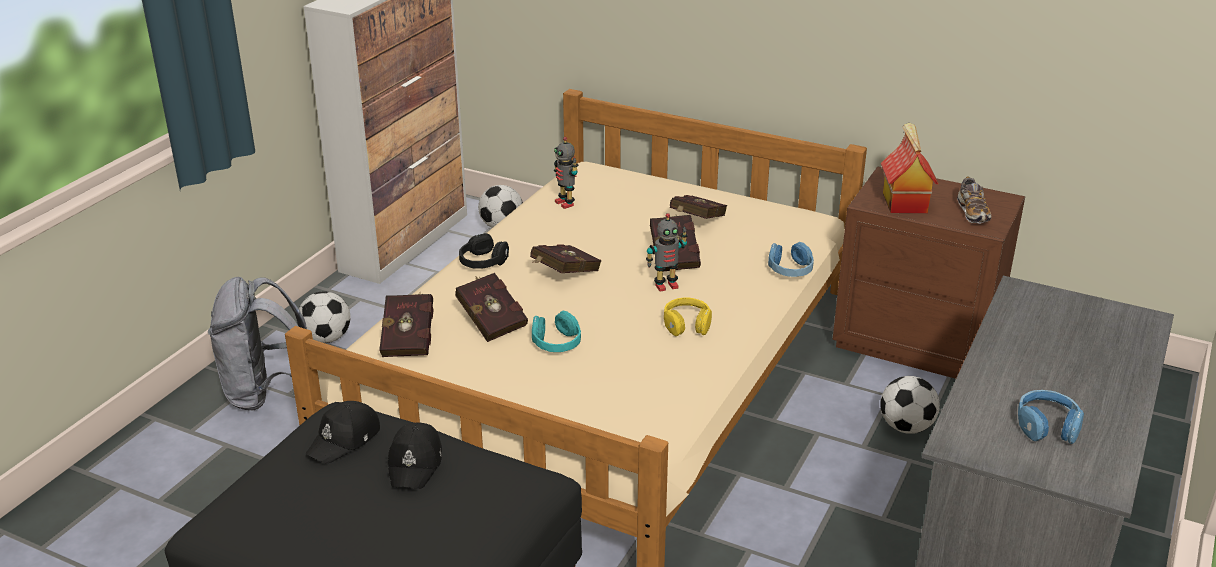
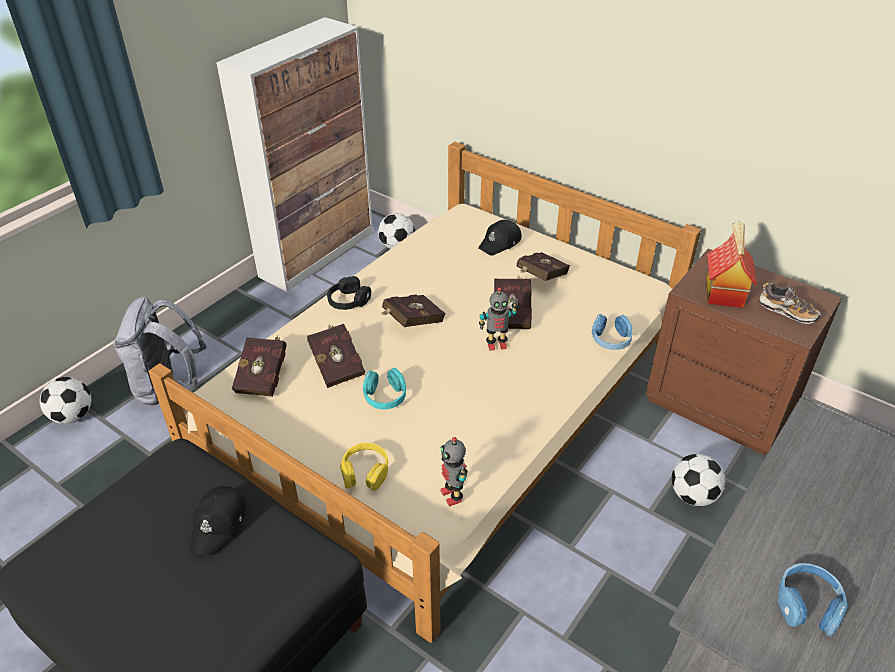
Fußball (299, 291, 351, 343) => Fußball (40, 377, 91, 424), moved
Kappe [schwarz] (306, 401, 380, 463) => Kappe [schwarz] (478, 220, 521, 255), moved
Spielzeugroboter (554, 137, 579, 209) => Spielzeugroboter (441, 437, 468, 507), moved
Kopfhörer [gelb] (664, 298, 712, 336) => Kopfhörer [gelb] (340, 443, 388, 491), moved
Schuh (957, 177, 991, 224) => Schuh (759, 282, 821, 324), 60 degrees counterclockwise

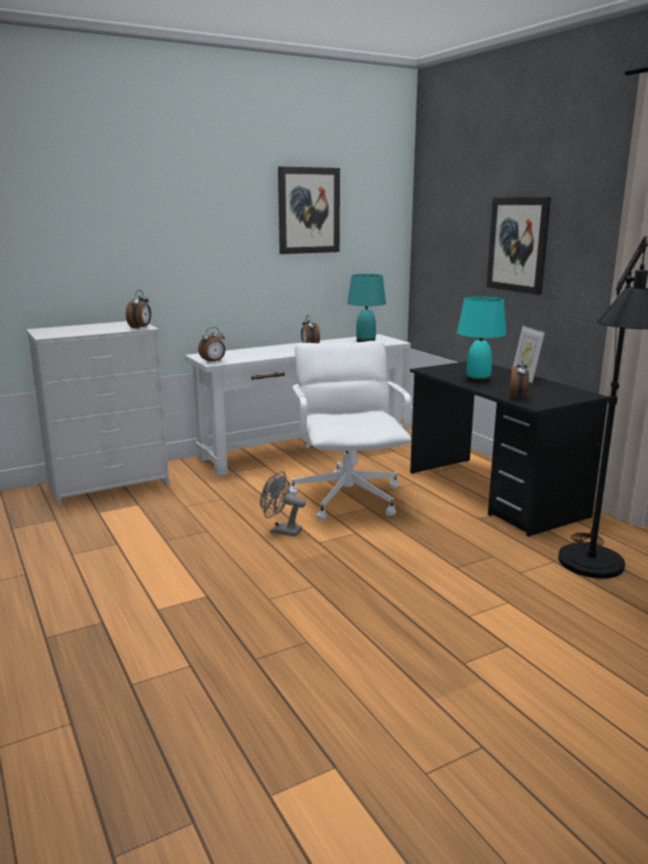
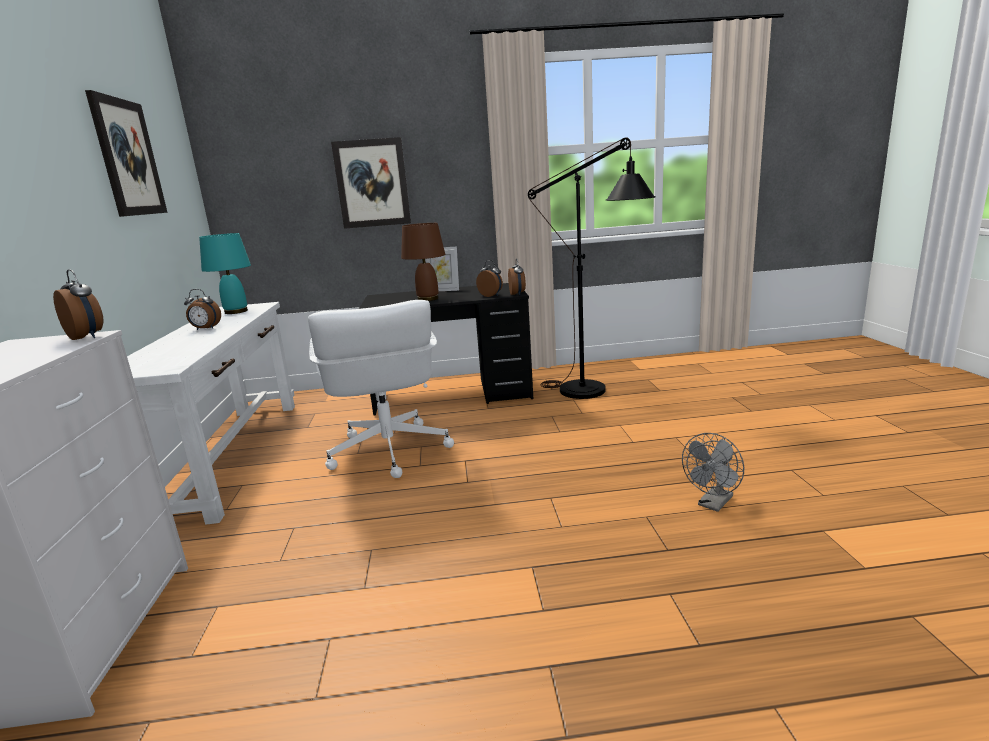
Wecker (198, 327, 225, 363) => Wecker (508, 258, 526, 295), moved
Ventilator [grau] (260, 471, 306, 537) => Ventilator [grau] (682, 433, 744, 512), moved
Tischlampe [türkis] (457, 297, 506, 383) => Tischlampe [braun] (401, 223, 445, 301)
Bürostuhl [weiß] (289, 341, 412, 521) => Bürostuhl [weiß] (308, 300, 454, 478), 120 degrees counterclockwise

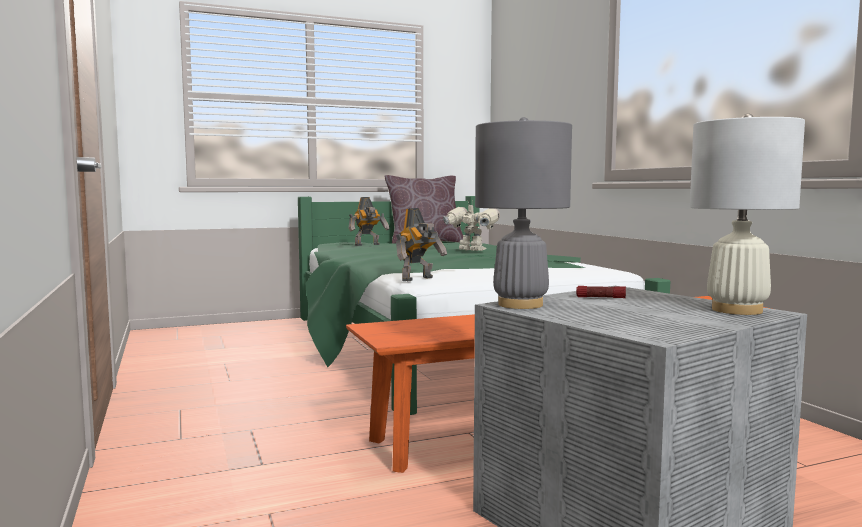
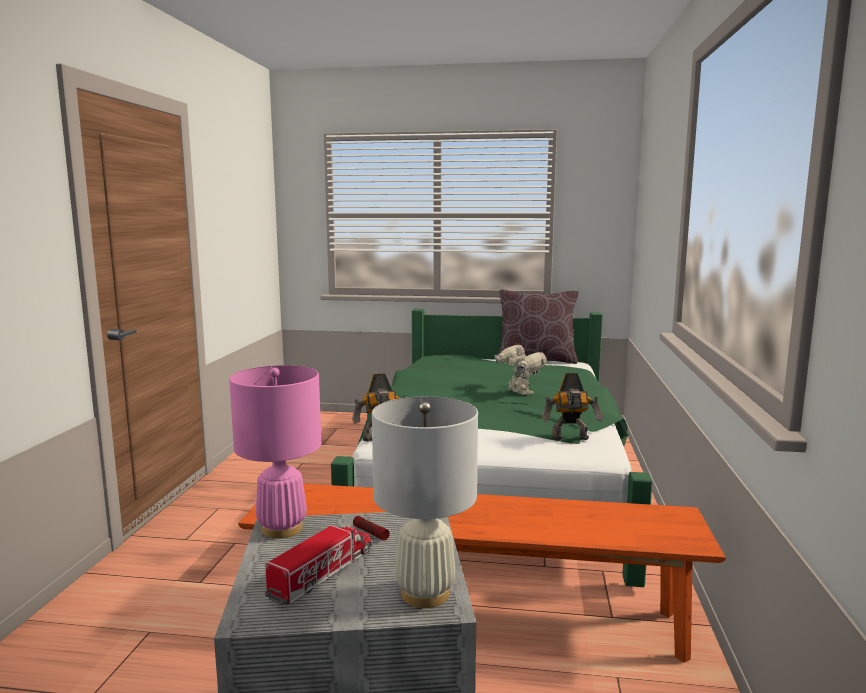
nothing => Spielzeuglaster (265, 525, 372, 605)
Spielzeugroboter (349, 197, 389, 246) => Spielzeugroboter (542, 373, 603, 440), moved
Tischlampe [grau] (475, 117, 572, 309) => Tischlampe [rosa] (229, 365, 321, 539)

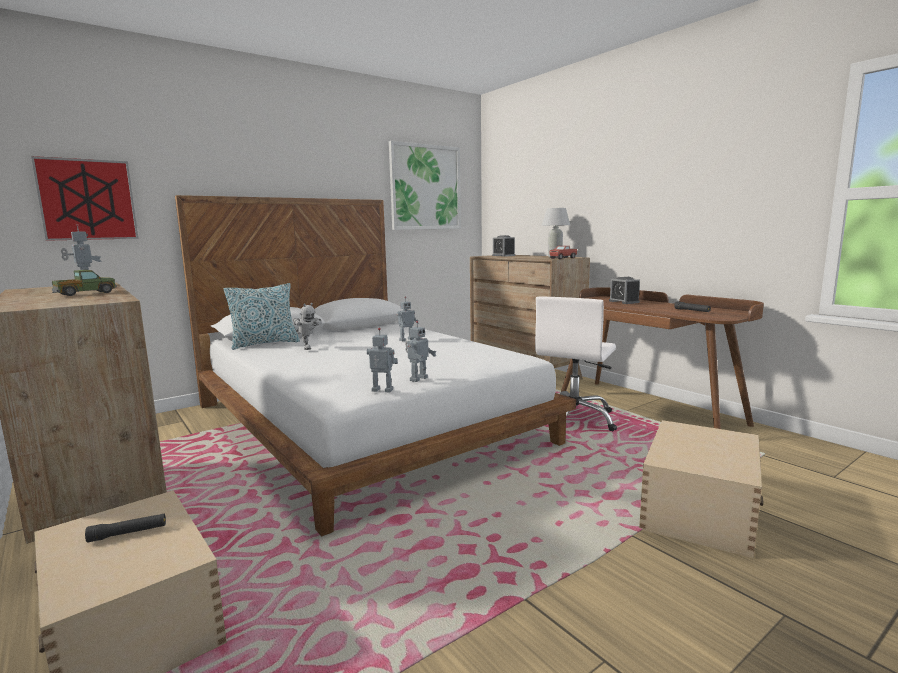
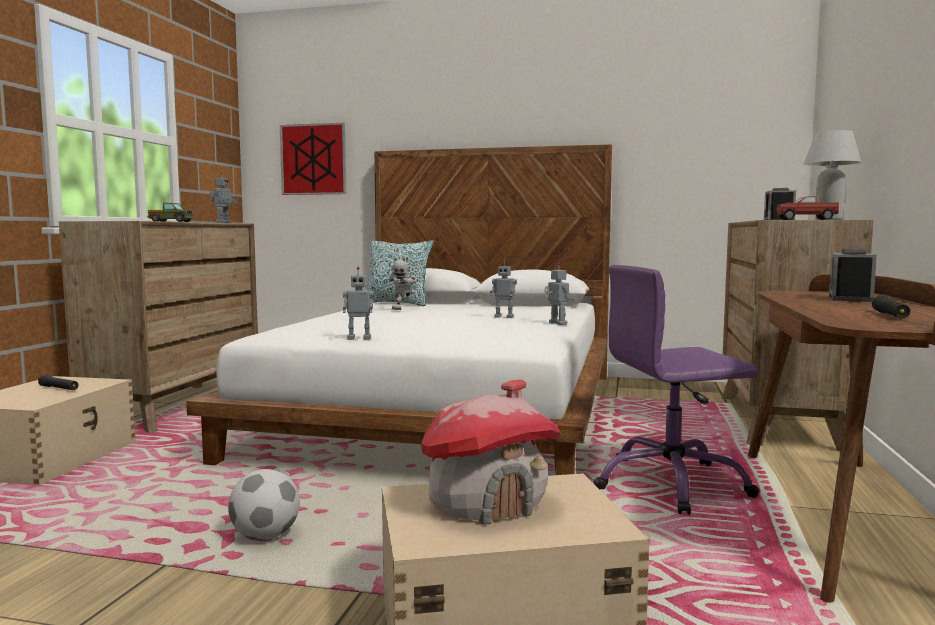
Bild (389, 141, 461, 230) => nothing
nothing => Fußball (228, 469, 300, 540)
nothing => Spielzeughaus (421, 379, 561, 525)
Spielzeugroboter (367, 328, 398, 392) => Spielzeugroboter (544, 263, 577, 325), moved
Bürostuhl [weiß] (535, 297, 617, 431) => Bürostuhl [lila] (594, 265, 759, 515)

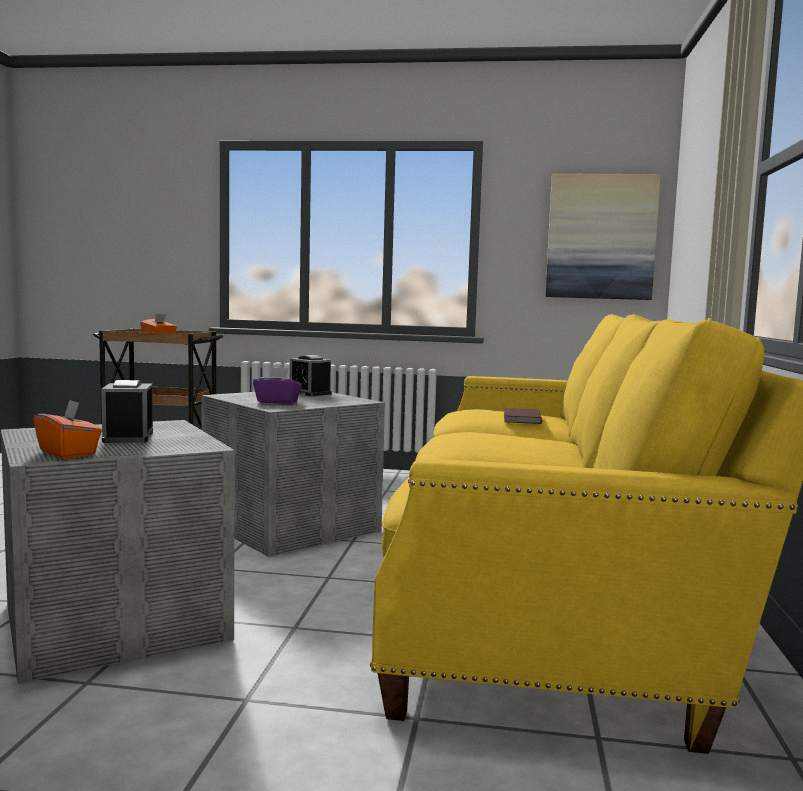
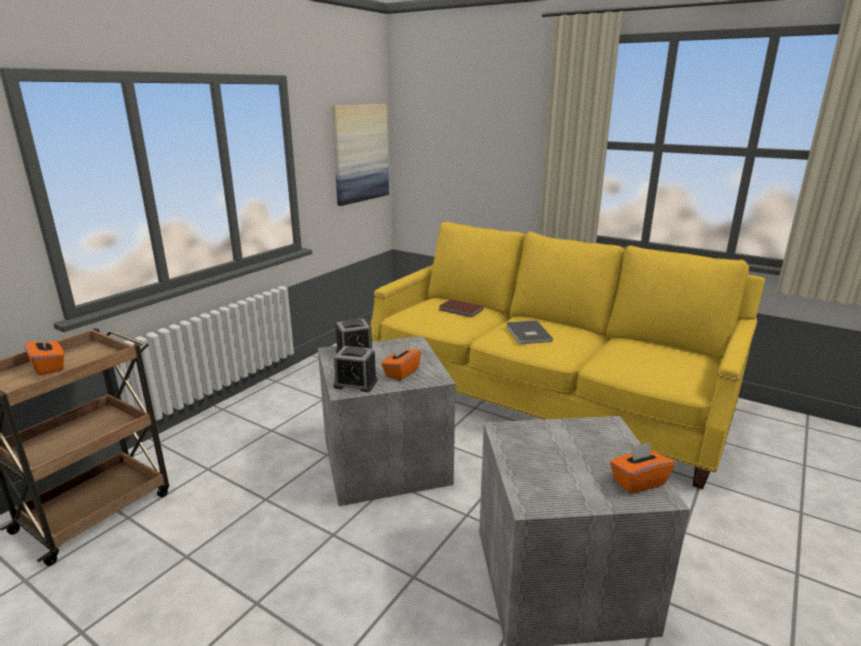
nothing => Buch [grau] (506, 320, 553, 344)
Wecker (101, 380, 153, 443) => Wecker (333, 346, 378, 392), moved
Taschentuchbox [lila] (253, 368, 302, 404) => Taschentuchbox [orange] (381, 342, 421, 381)

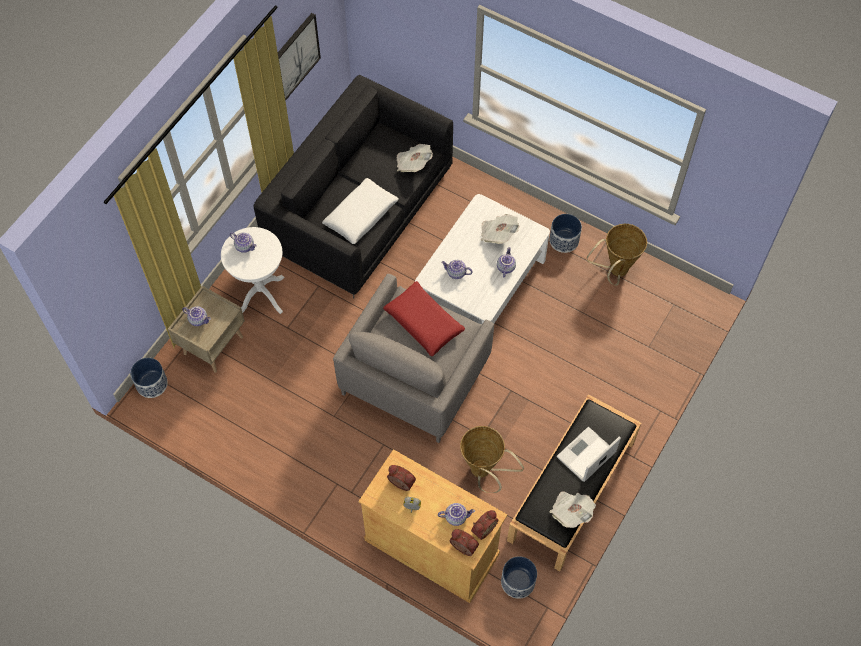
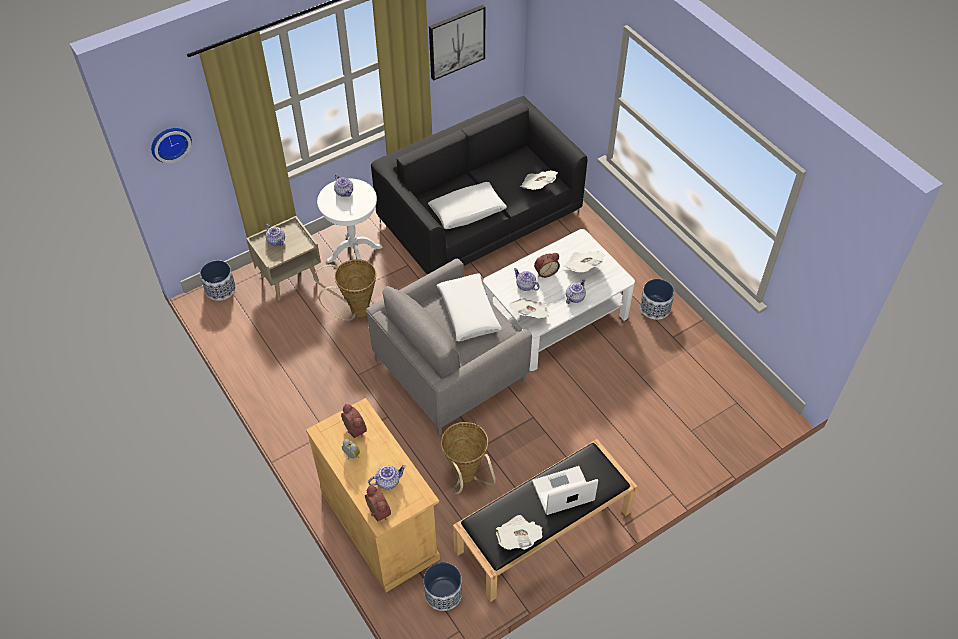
nothing => Wanduhr (151, 128, 192, 163)
nothing => Zeitung (509, 298, 549, 319)
Wecker (471, 510, 498, 540) => Wecker (534, 253, 560, 278), moved
Korb (587, 224, 647, 286) => Korb (313, 259, 376, 321), moved
Kissen [rot] (383, 281, 465, 356) => Kissen [weiß] (437, 274, 502, 341)
Teekanne (438, 503, 475, 526) => Teekanne (368, 465, 406, 490), 45 degrees counterclockwise

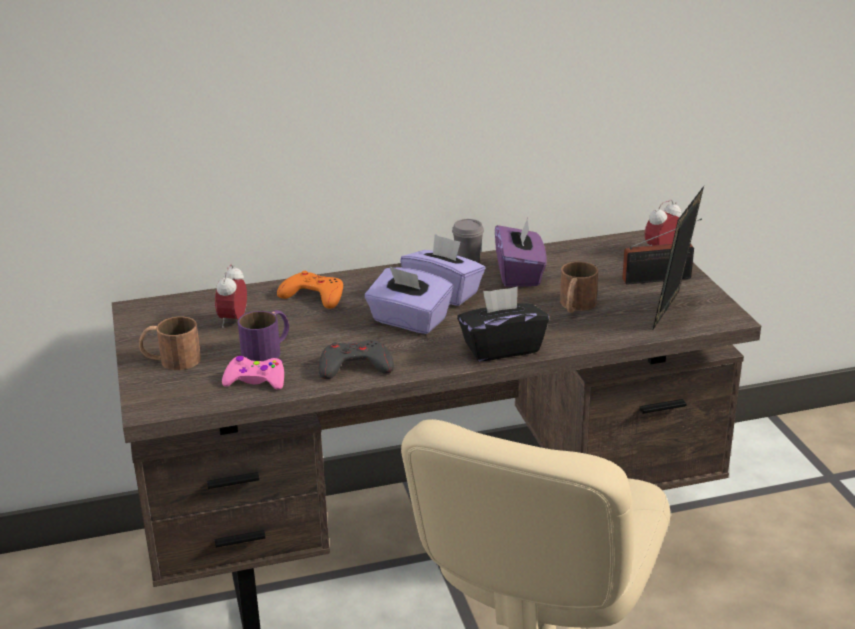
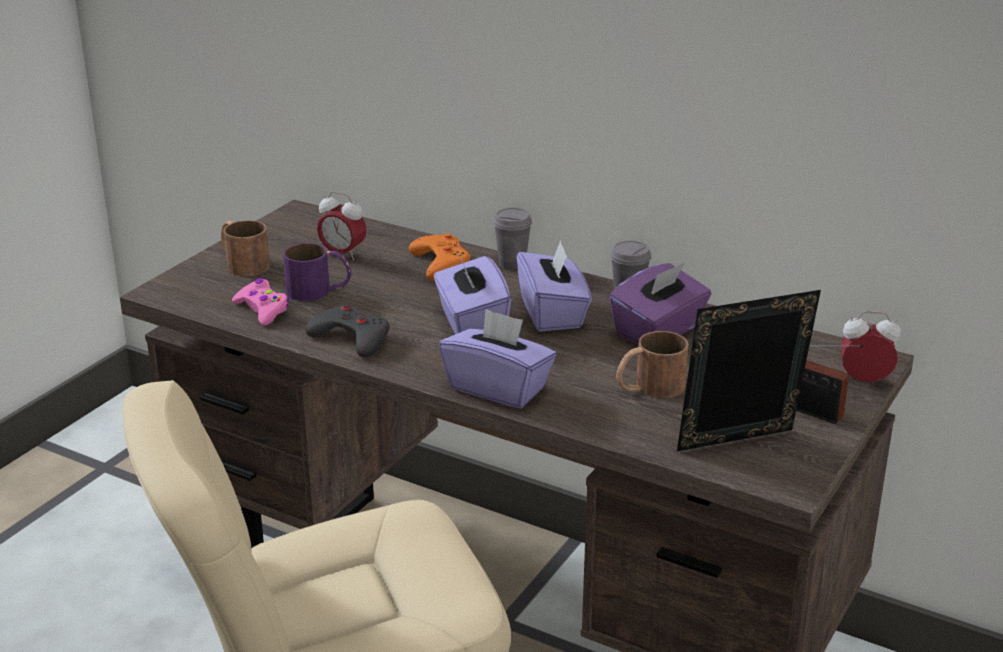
nothing => Tasse [grau] (493, 208, 532, 269)
Taschentuchbox [schwarz] (457, 287, 549, 362) => Taschentuchbox [lila] (439, 309, 556, 408)
Wecker (215, 264, 247, 328) => Wecker (317, 192, 367, 261), 120 degrees counterclockwise

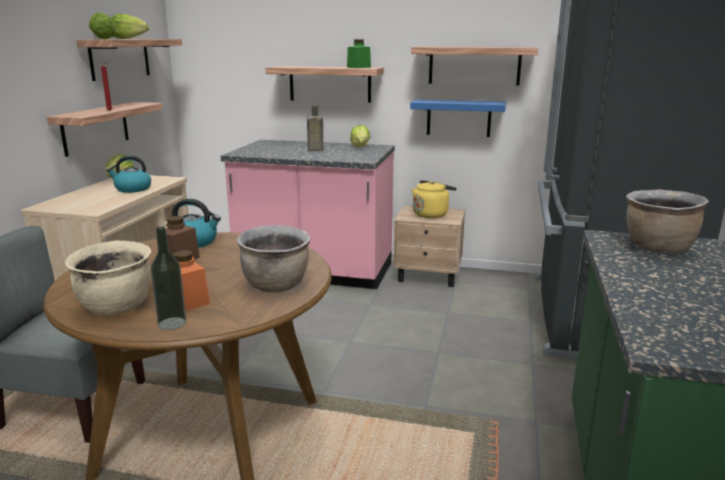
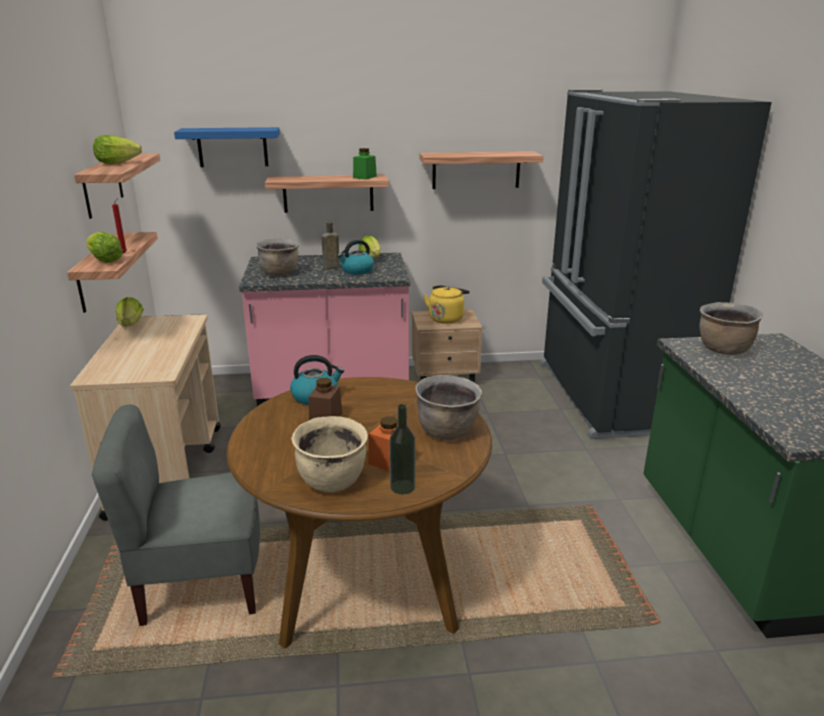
nothing => Kochtopf [braun] (256, 238, 299, 276)
Salatkopf (89, 12, 116, 39) => Salatkopf (86, 232, 123, 263), moved
Wasserkessel (107, 156, 151, 193) => Wasserkessel (337, 240, 374, 275), moved
Wandregal [blau] (410, 99, 506, 137) => Wandregal [blau] (174, 127, 280, 167), moved

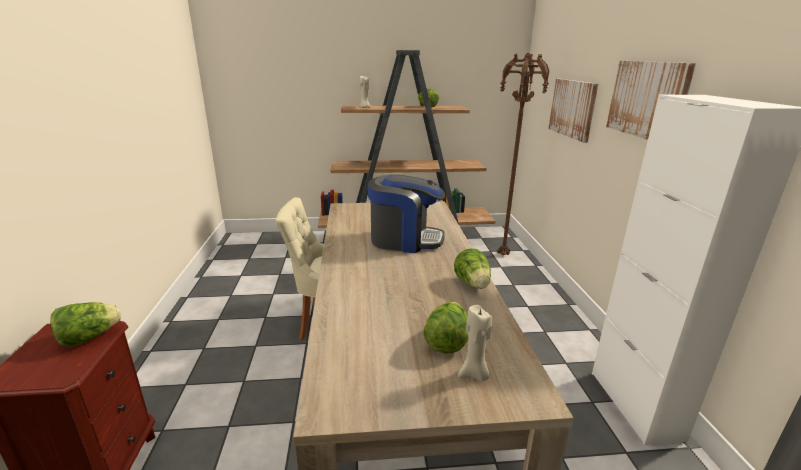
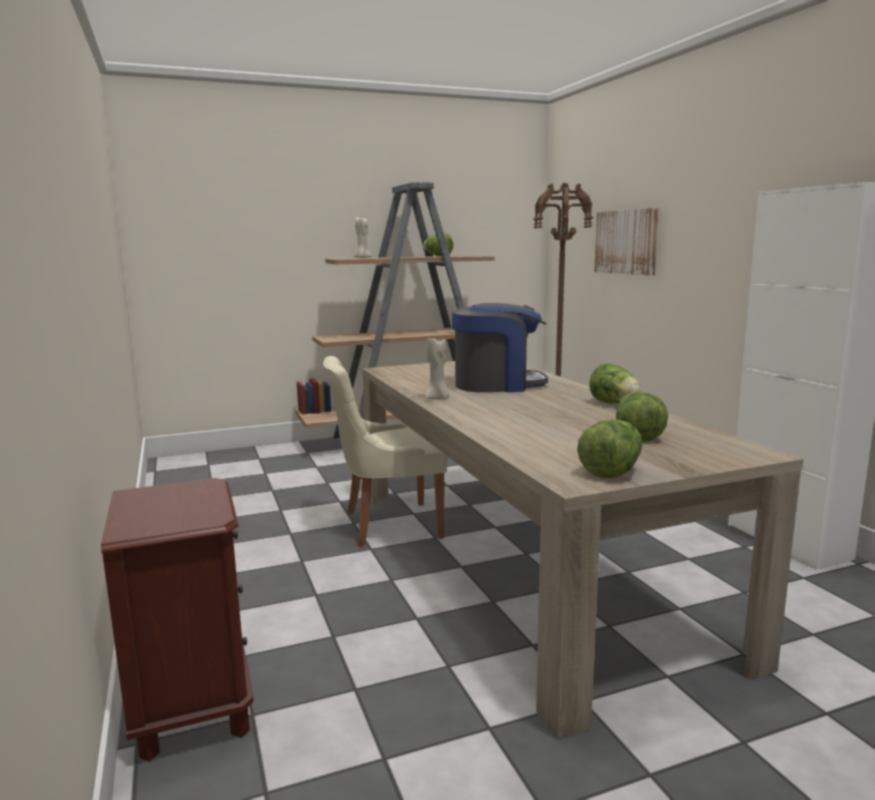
Bild (606, 61, 696, 140) => nothing
Salatkopf (50, 302, 121, 347) => Salatkopf (577, 420, 642, 479), moved
Kerze [beige] (458, 305, 492, 381) => Kerze [beige] (426, 337, 450, 399), moved

